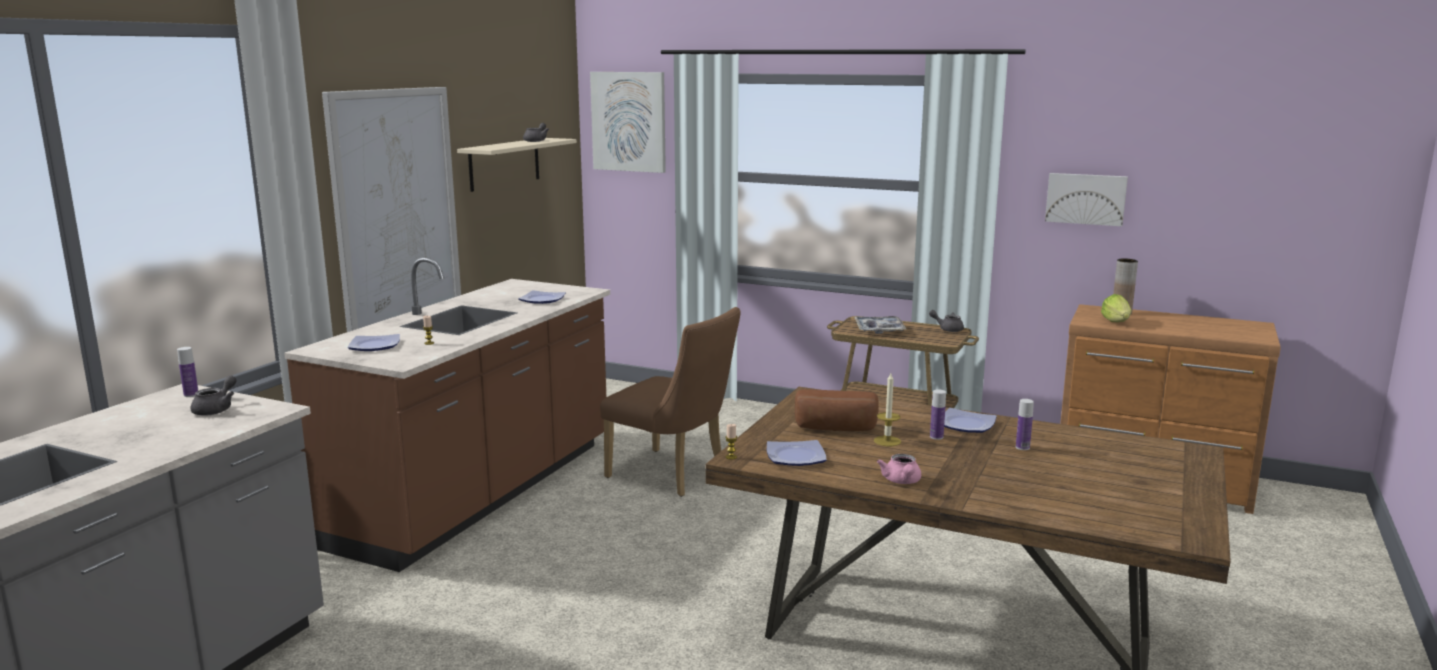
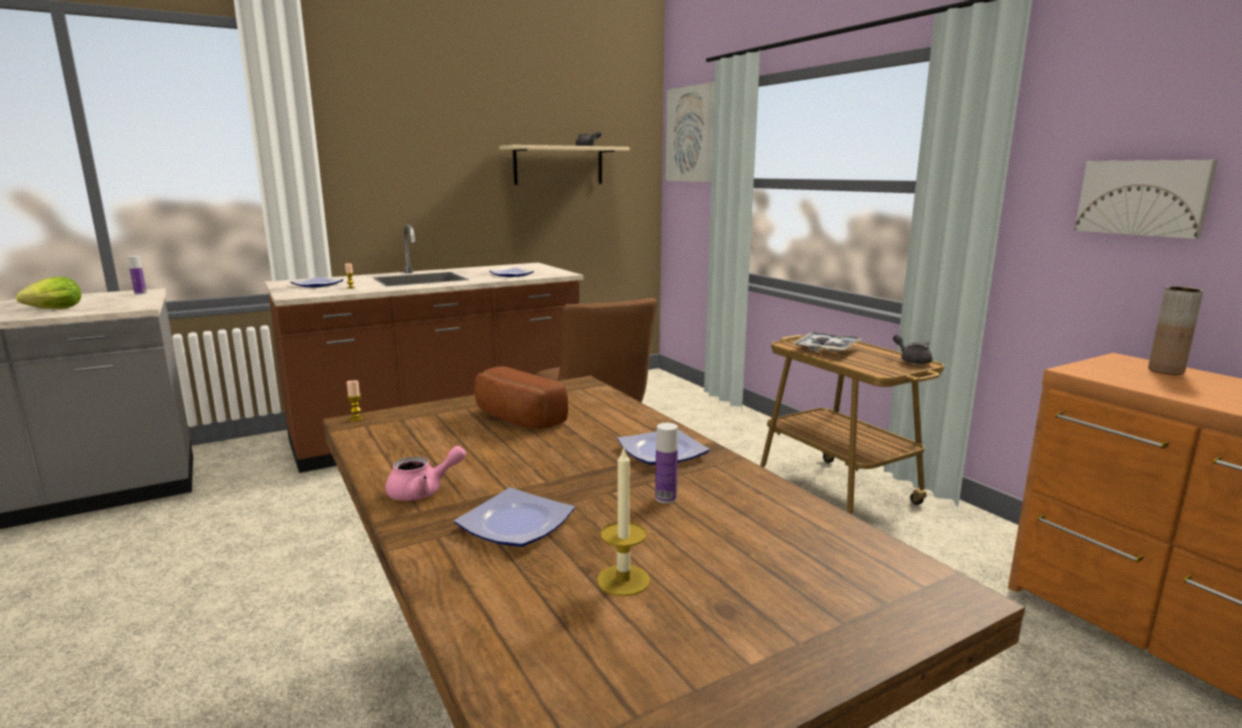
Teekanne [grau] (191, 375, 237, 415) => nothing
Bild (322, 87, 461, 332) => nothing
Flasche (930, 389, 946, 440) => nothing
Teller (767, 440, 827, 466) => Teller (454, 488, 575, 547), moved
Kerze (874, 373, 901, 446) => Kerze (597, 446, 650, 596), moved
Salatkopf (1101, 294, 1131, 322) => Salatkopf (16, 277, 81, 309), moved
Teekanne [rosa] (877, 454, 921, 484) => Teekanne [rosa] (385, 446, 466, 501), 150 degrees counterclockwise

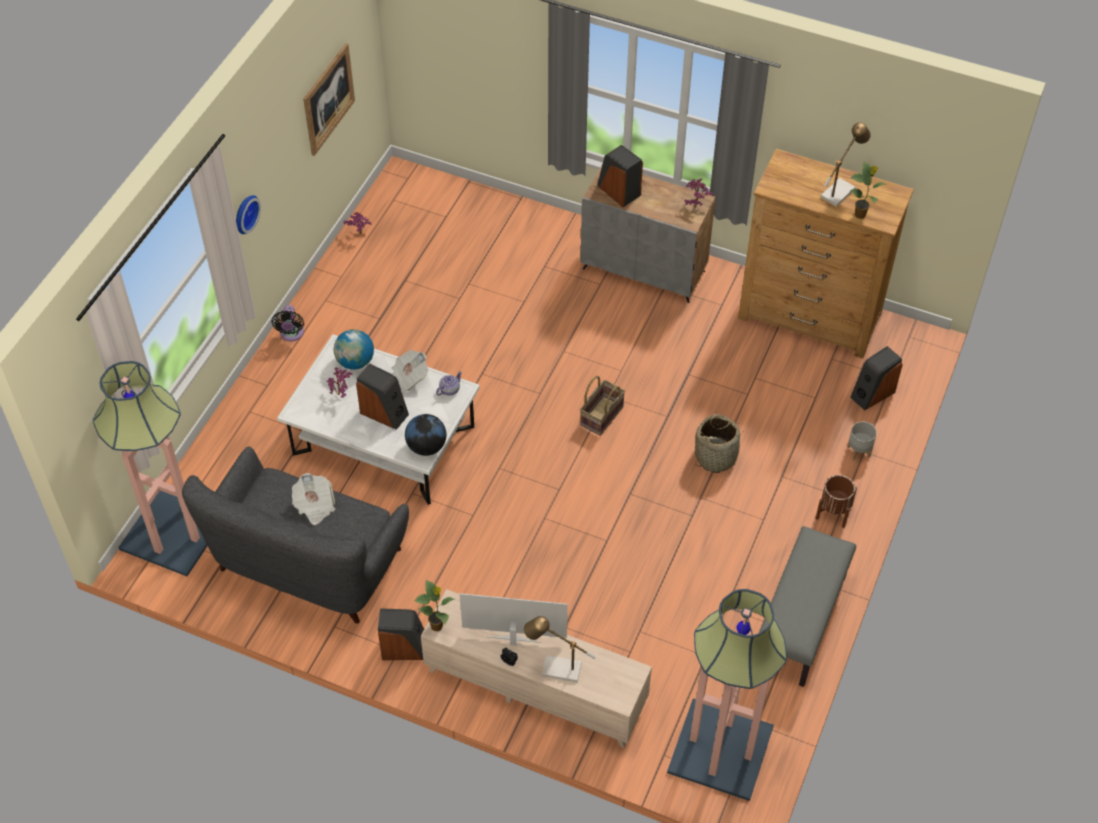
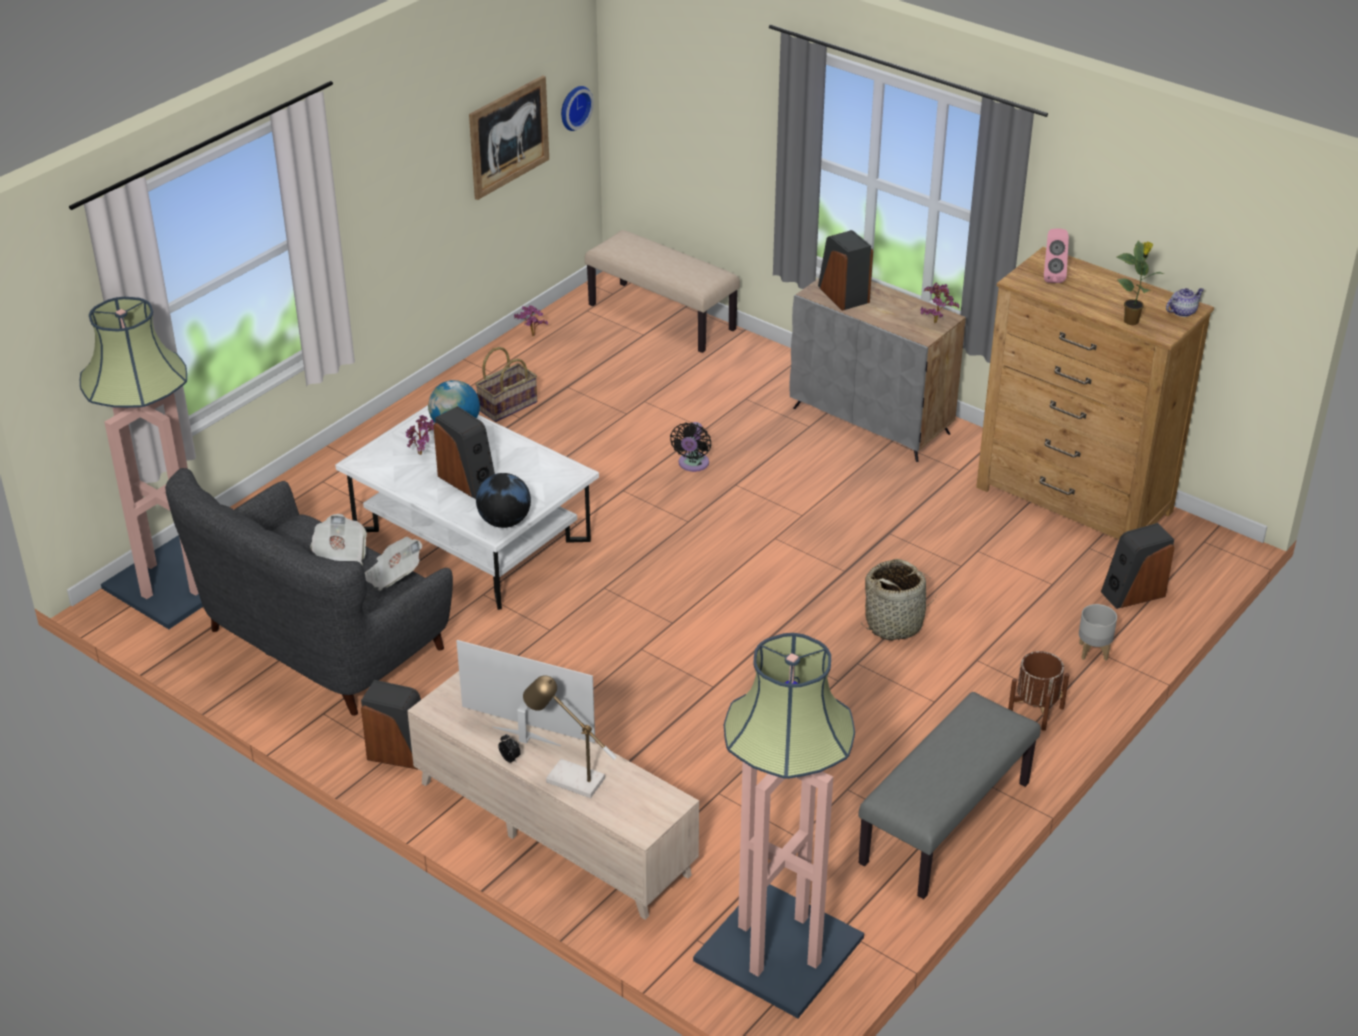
Topfpflanze (414, 580, 455, 631) => nothing
Tischlampe (821, 122, 871, 207) => nothing
nothing => Bank [beige] (585, 230, 740, 353)
nothing => Lautsprecher [rosa] (1044, 228, 1069, 283)
Wanduhr (236, 195, 261, 234) => Wanduhr (561, 86, 594, 131), moved
Ventilator [schwarz] (271, 305, 304, 341) => Ventilator [schwarz] (670, 422, 711, 472), moved
Zeitung (391, 350, 428, 394) => Zeitung (365, 537, 423, 591), moved
Teekanne (436, 371, 462, 396) => Teekanne (1166, 288, 1204, 317), moved
Korb (580, 376, 625, 436) => Korb (475, 347, 537, 422), moved

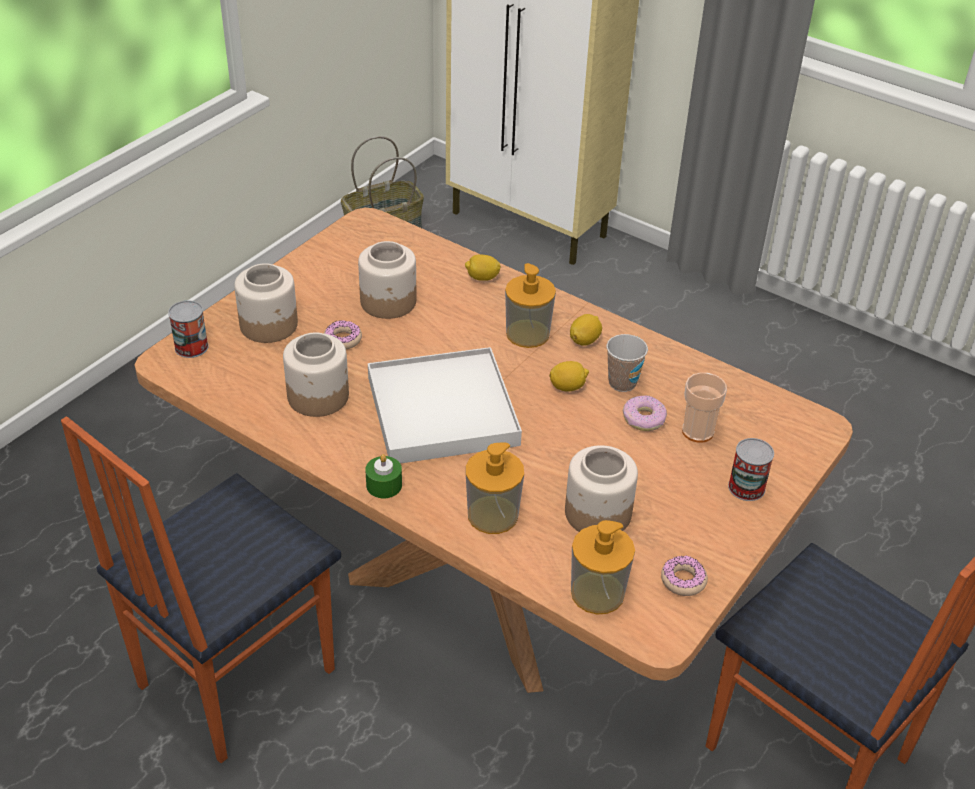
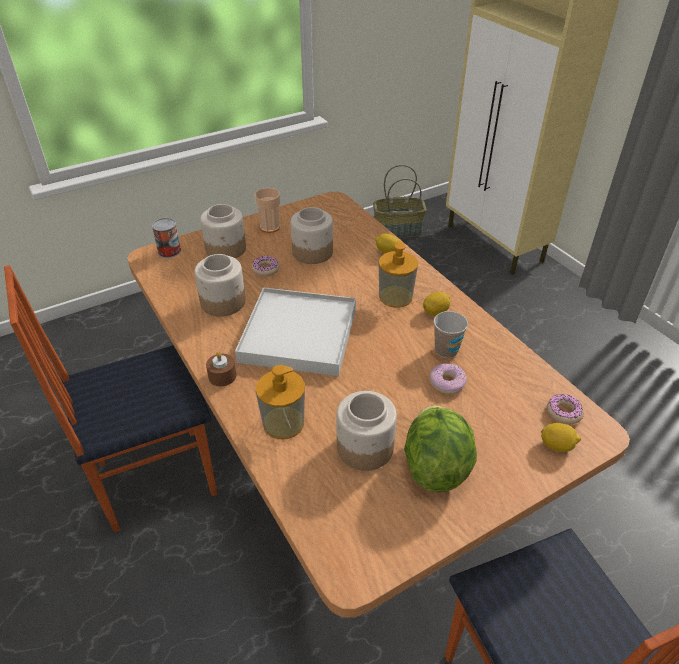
Seifenspender (571, 520, 635, 614) => nothing
Dose (728, 438, 774, 501) => nothing
nothing => Salatkopf (404, 406, 477, 493)
Zitrone (549, 361, 589, 392) => Zitrone (541, 423, 581, 452), moved
Donut (661, 556, 708, 596) => Donut (547, 394, 584, 425), moved
Tasse (682, 373, 727, 443) => Tasse (254, 188, 280, 233), moved
Kerze [grün] (365, 454, 402, 498) => Kerze [braun] (206, 352, 236, 386)

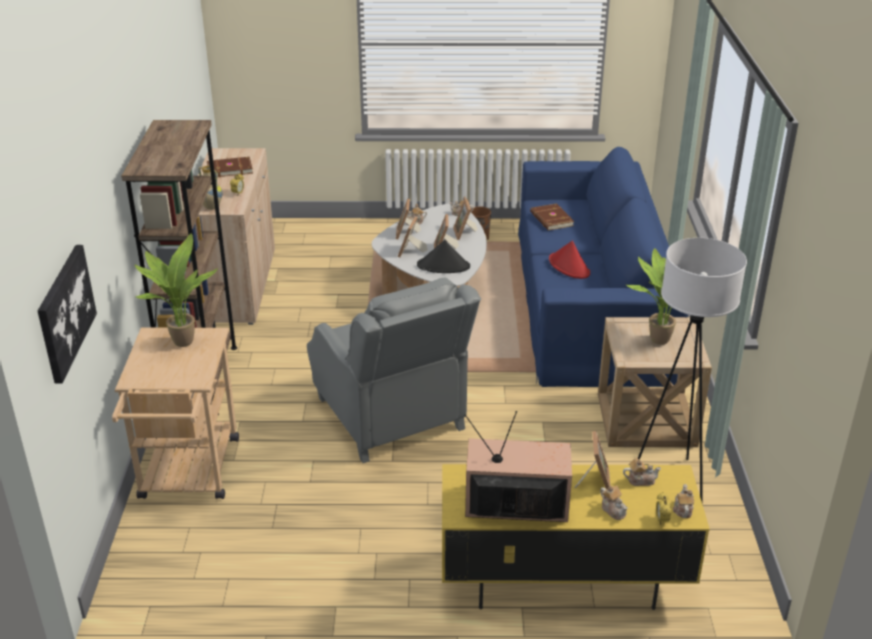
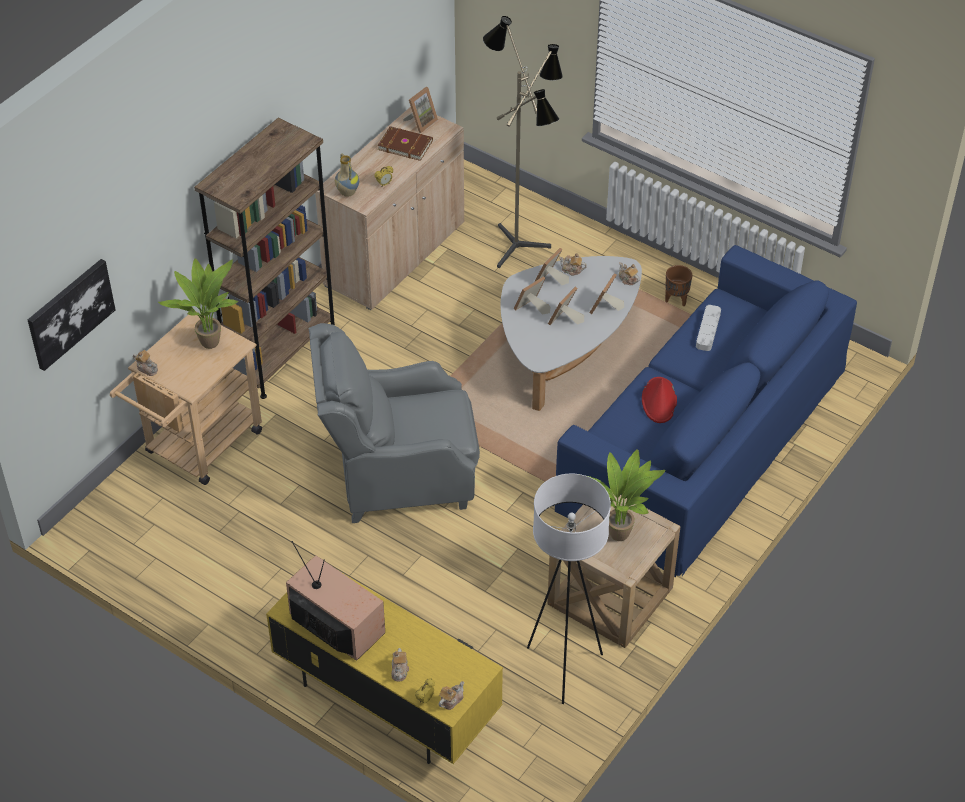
Hut [schwarz] (417, 240, 470, 273) => nothing
nothing => Stehlampe (483, 16, 563, 268)
Bilderrahmen (574, 431, 610, 489) => Bilderrahmen (403, 87, 438, 133), moved
Teekanne (623, 458, 661, 486) => Teekanne (133, 350, 158, 376), moved
Buch [braun] (530, 203, 574, 231) => Tablett [grau] (696, 305, 721, 351)
Sessel [grau] (307, 277, 481, 463) => Sessel [grau] (308, 323, 480, 523), 75 degrees clockwise

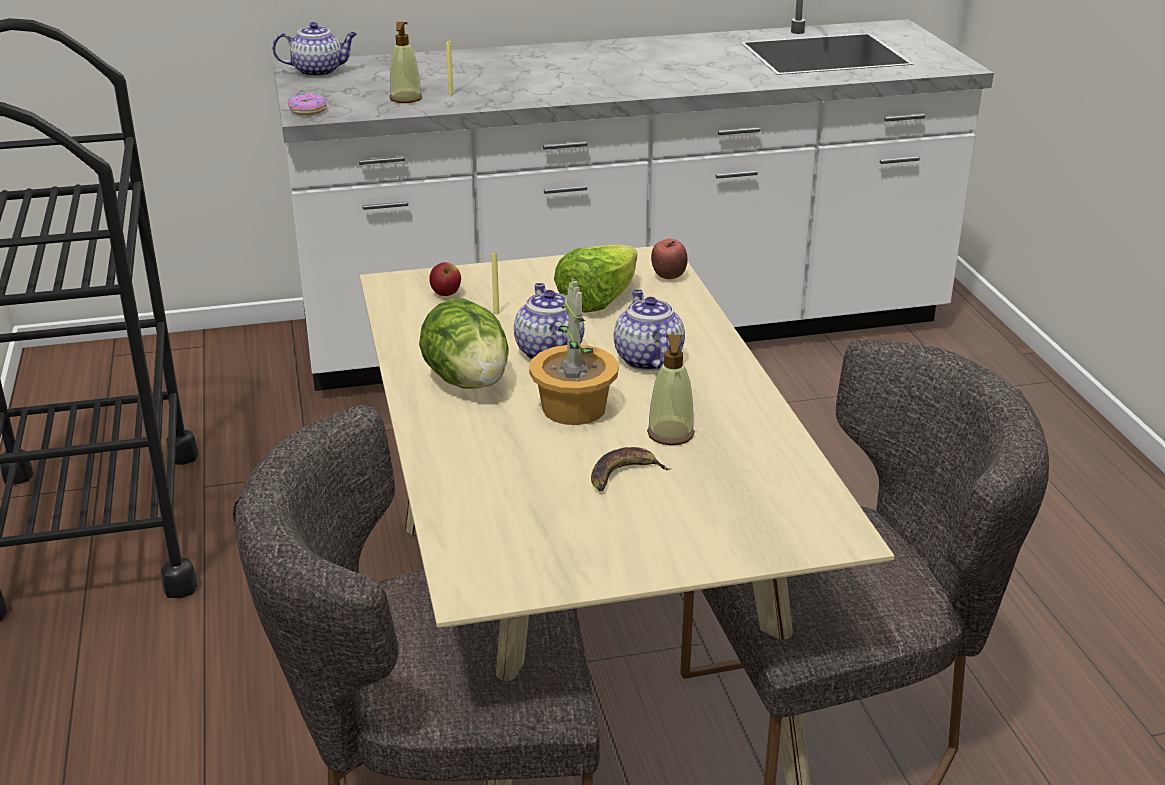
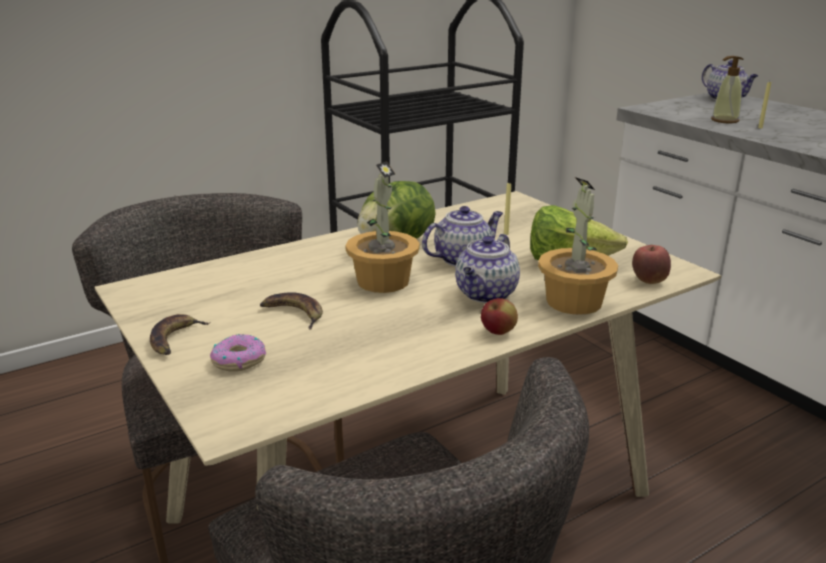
Seifenspender (647, 335, 695, 445) => nothing
nothing => Banane (150, 314, 211, 355)
nothing => Topfpflanze (538, 177, 618, 315)
Donut (288, 93, 326, 115) => Donut (210, 334, 266, 372), moved
Apfel (429, 262, 461, 296) => Apfel (481, 298, 518, 335), moved
Teekanne (614, 290, 685, 371) => Teekanne (455, 234, 520, 303), 150 degrees clockwise

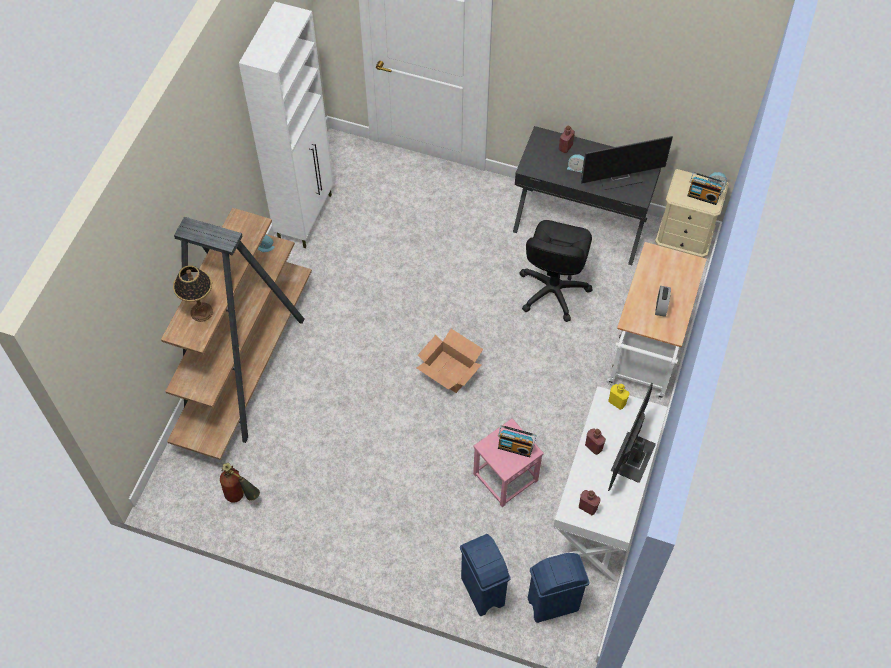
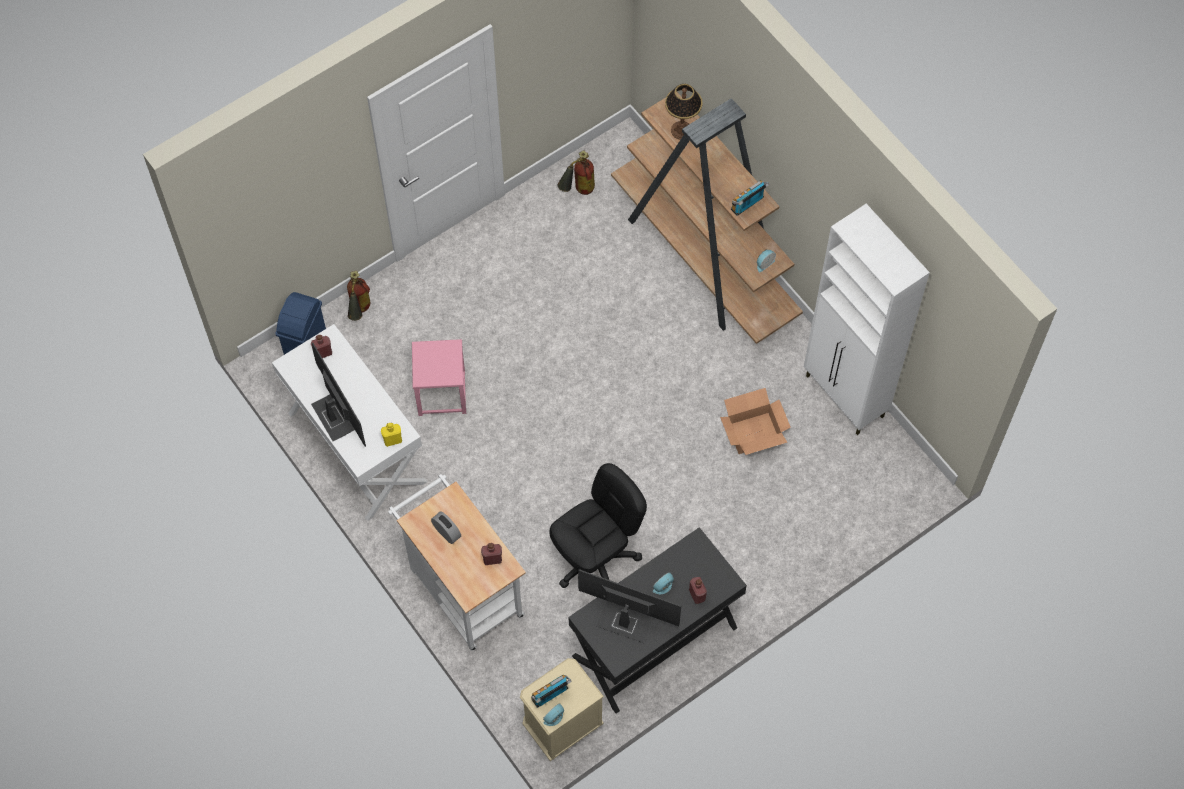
Karton (416, 329, 483, 393) => Karton (720, 388, 791, 455), moved
Radio (498, 425, 537, 457) => Radio (731, 180, 769, 216), moved
Flasche [rot] (585, 428, 606, 455) => Flasche [rot] (481, 543, 502, 565), moved
Mülleimer [blau] (460, 534, 511, 616) => Feuerlöscher (347, 271, 370, 321)
Bürostuhl [schwarz] (519, 220, 592, 322) => Bürostuhl [schwarz] (549, 463, 647, 588), 90 degrees clockwise
Monitor (581, 136, 673, 190) => Monitor (578, 569, 681, 643), 90 degrees clockwise

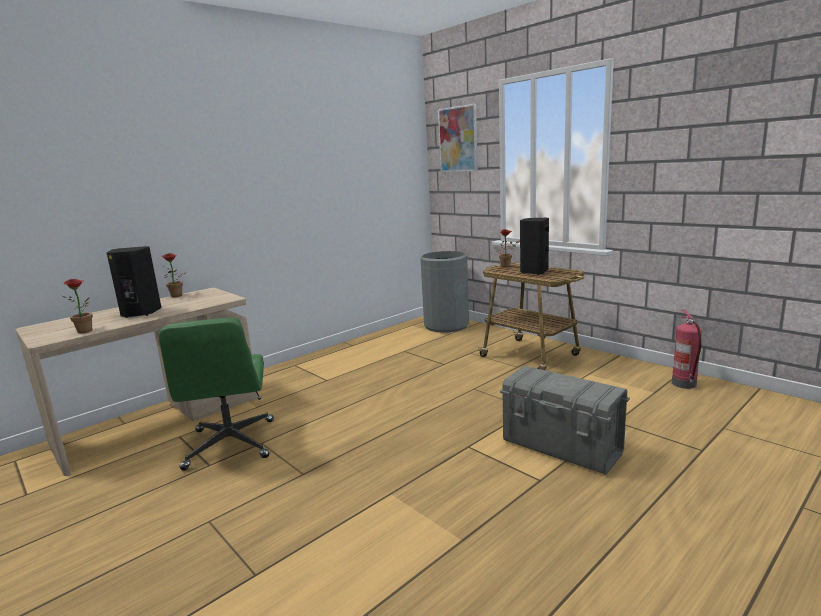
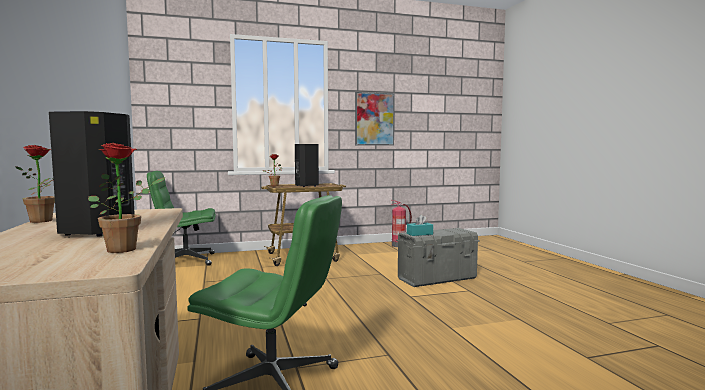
nothing => Taschentuchbox [türkis] (407, 215, 433, 236)
Bild (438, 104, 478, 172) => Bild (355, 92, 395, 146), moved
Mülleimer [grau] (420, 251, 469, 332) => Bürostuhl [grün] (147, 171, 216, 266)

